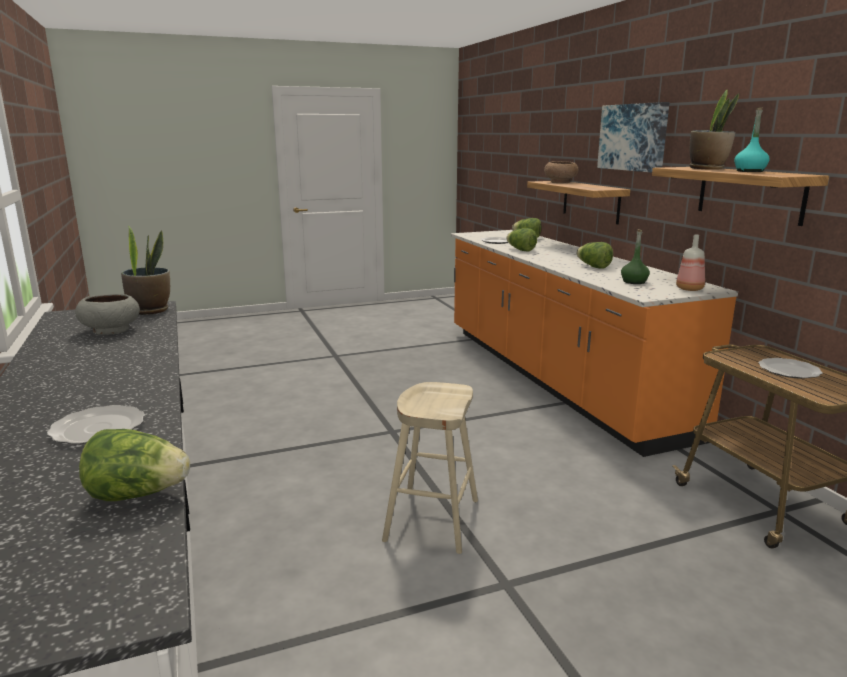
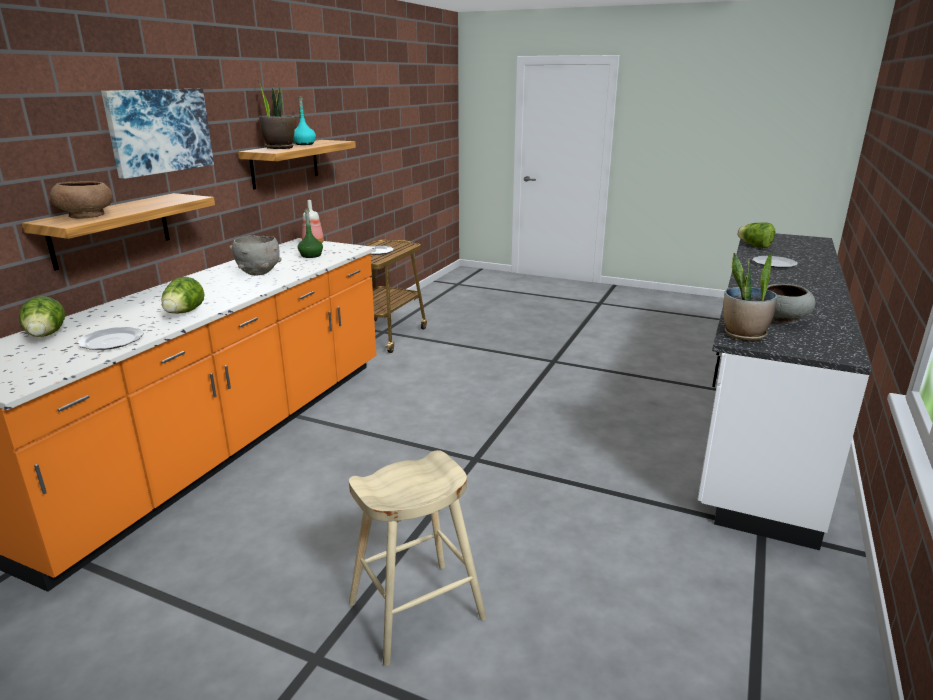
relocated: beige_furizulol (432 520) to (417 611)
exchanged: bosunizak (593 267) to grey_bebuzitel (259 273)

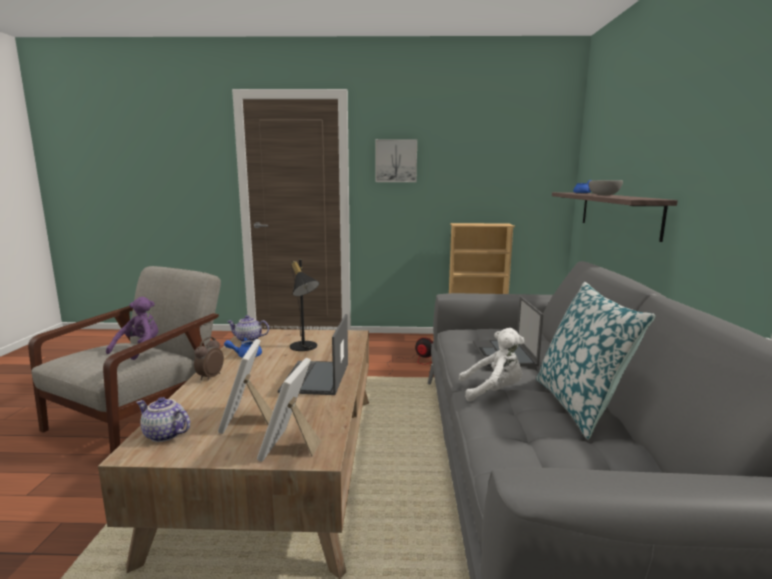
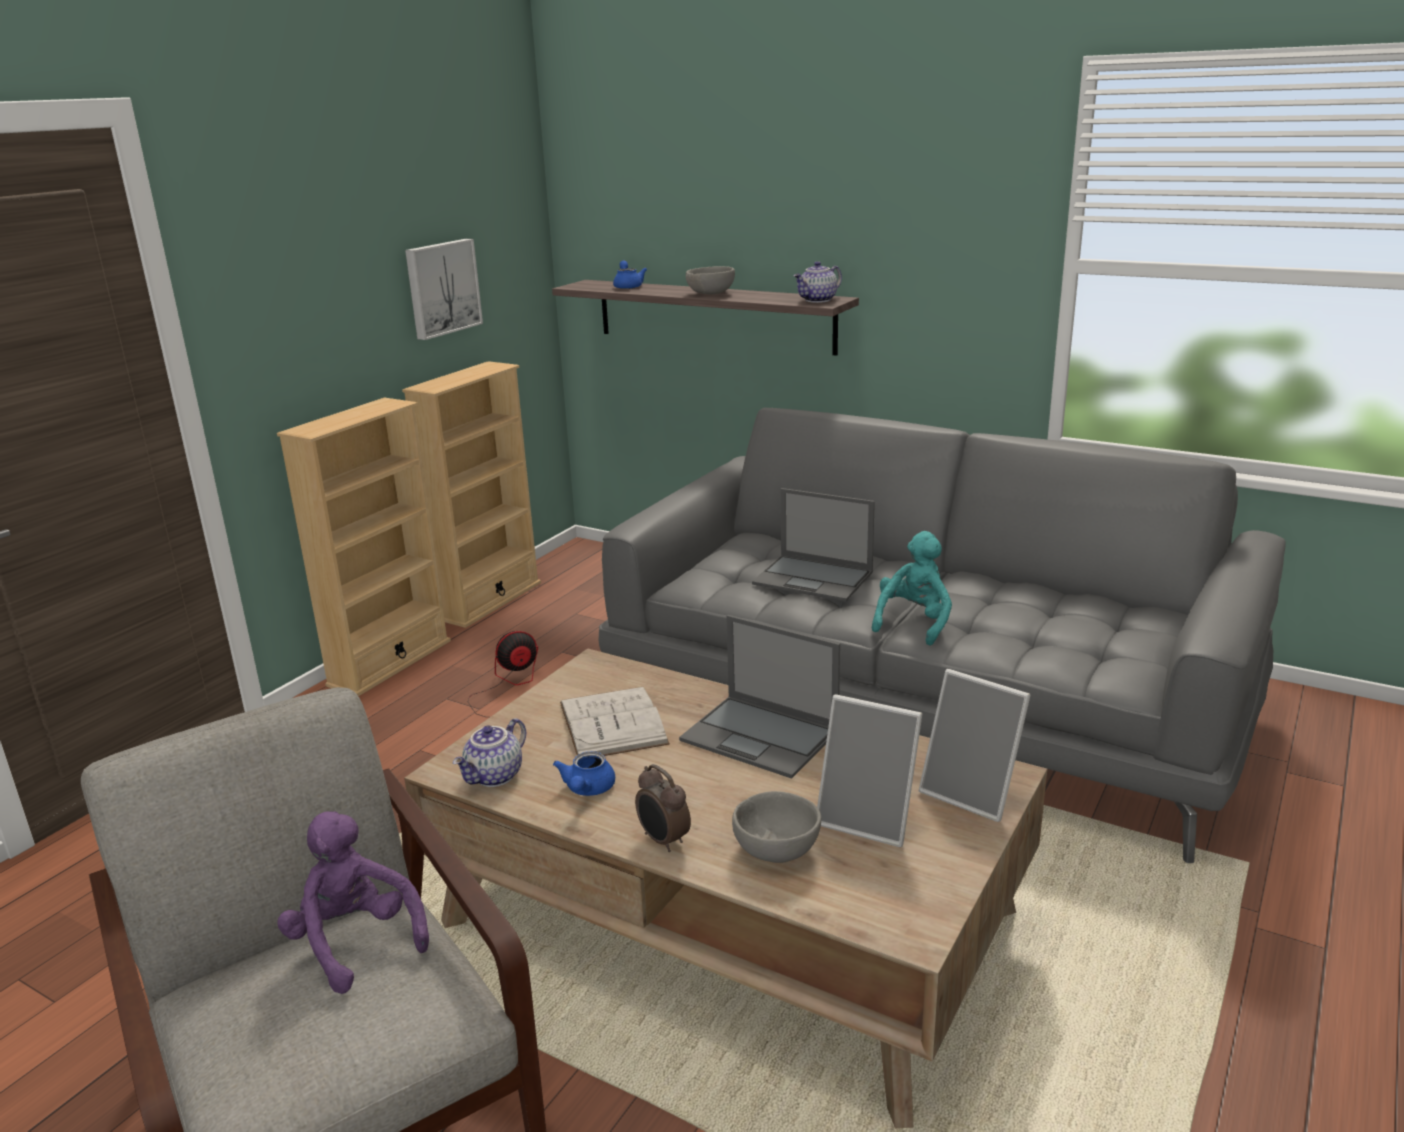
missing: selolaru (580 405)
appeared: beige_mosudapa (390 663); grey_bebuzitel (776 851)
relocated: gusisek (396 161) to (441 288); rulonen (164 435) to (818 300)
exchanged: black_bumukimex (305 348) to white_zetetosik (612 723)
colour: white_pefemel (493 391) to turquoise_pefemel (914 622)

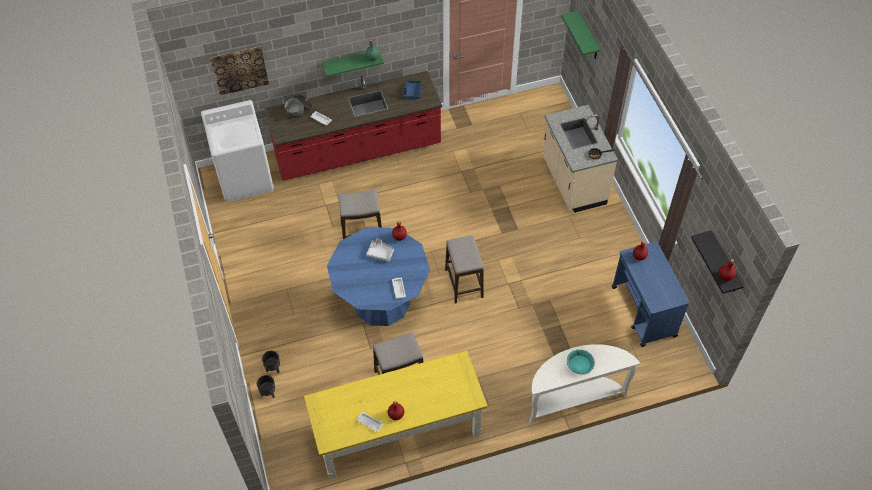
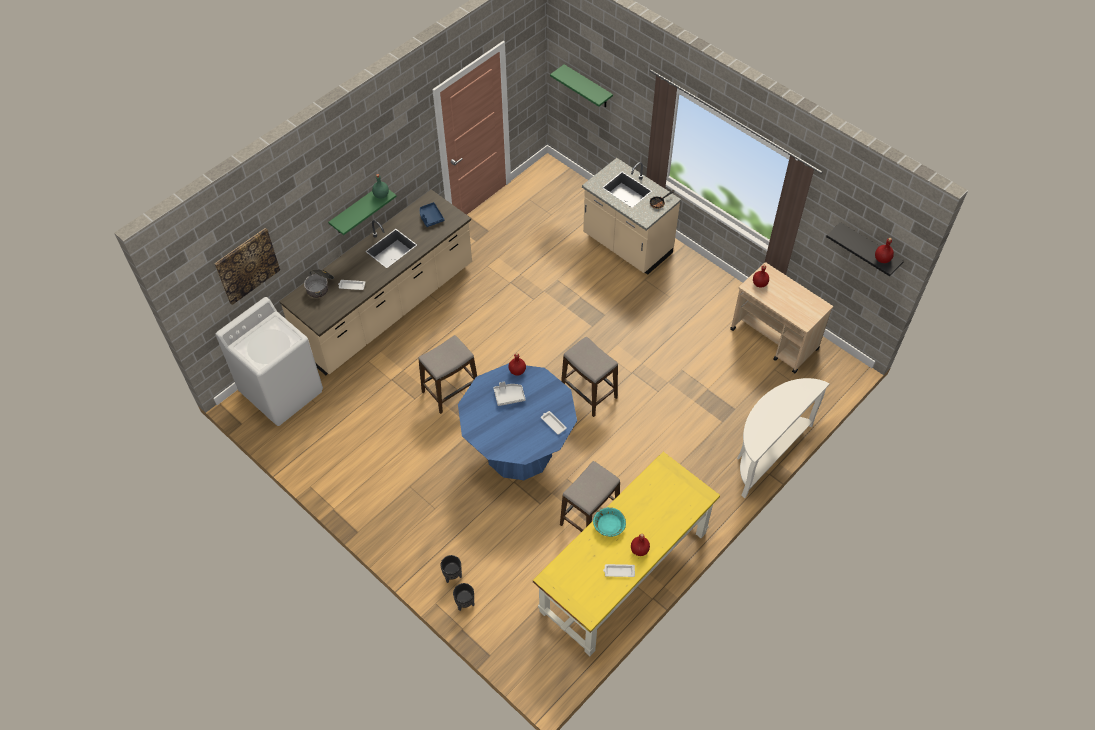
relocated: turquoise_bebuzitel (580 365) to (609 525)
colour: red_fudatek (358 151) to beige_fudatek (387 308); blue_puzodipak (643 312) to beige_puzodipak (774 340)

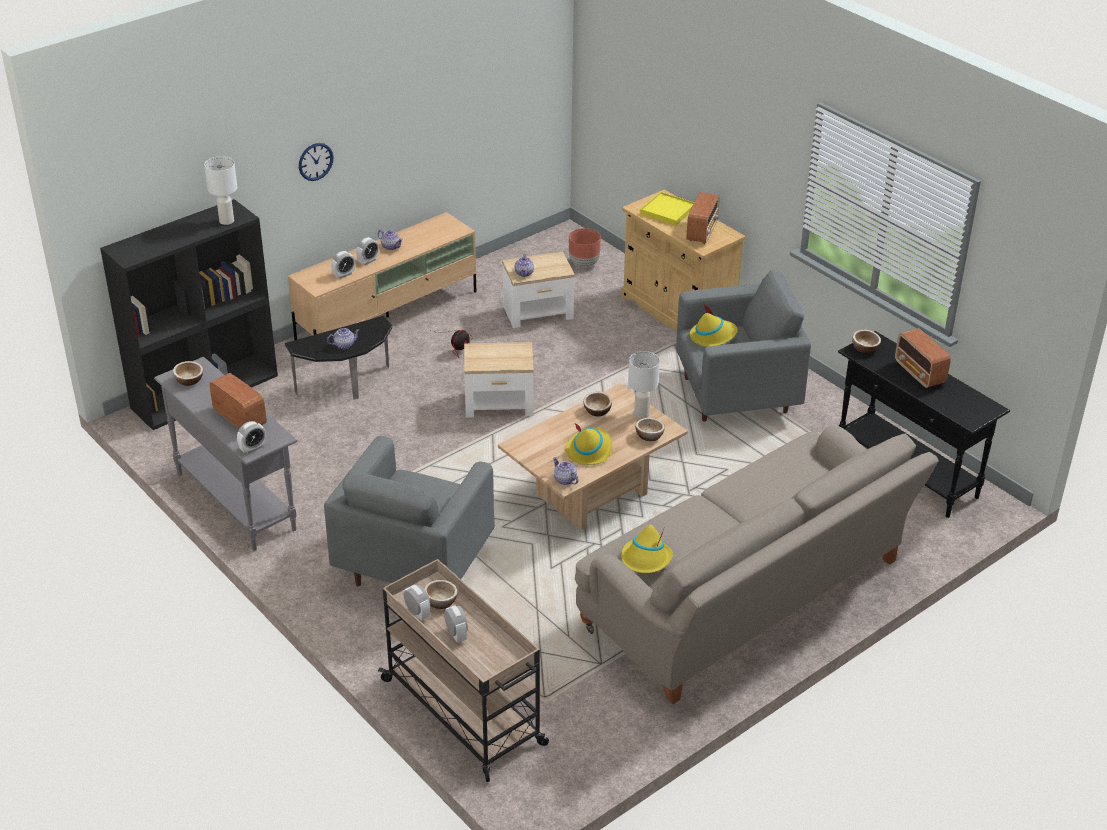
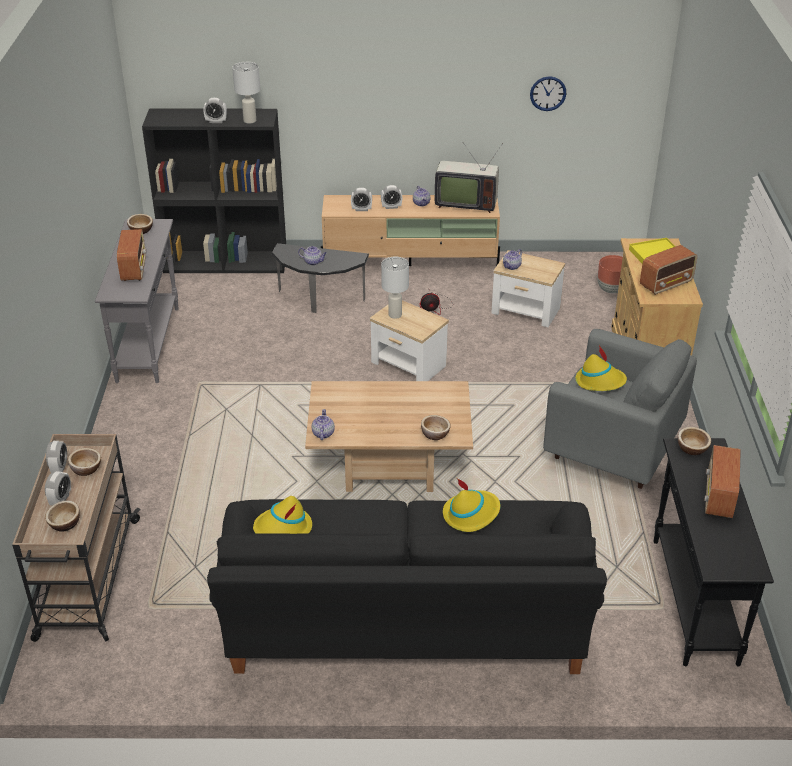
missing: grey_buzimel (414 565)
appeared: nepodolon (465 203)
relocated: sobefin (315 161) to (548 93); white_bumukimex (642 414) to (395 315); bebuzitel (597 411) to (65 523); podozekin (253 448) to (216 121); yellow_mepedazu (589 450) to (471 514)
colour: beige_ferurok (748 599) to black_ferurok (406 626)

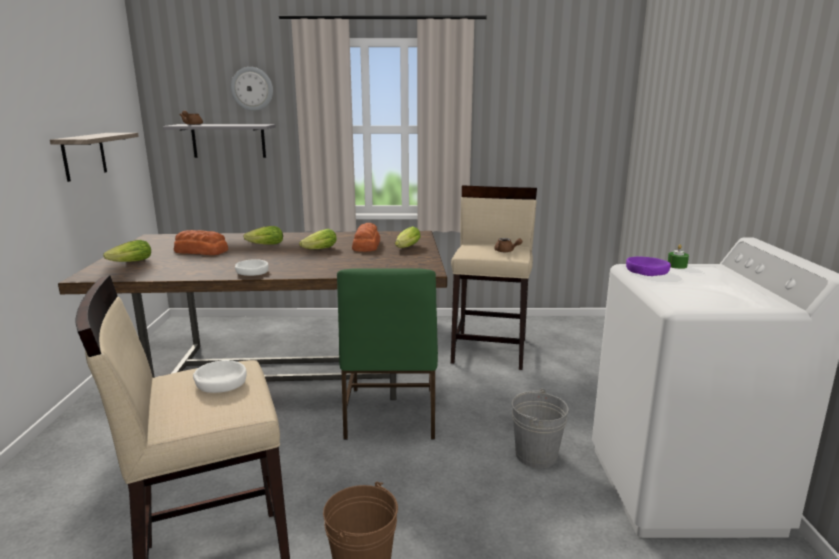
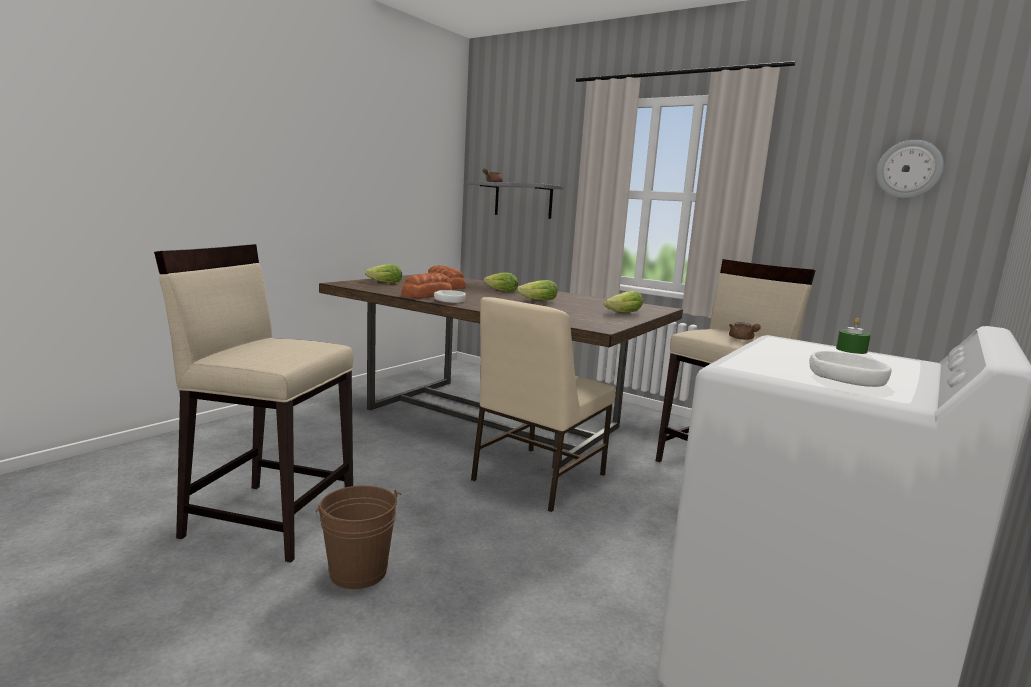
missing: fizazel (84 156); purple_bebuzitel (647 272); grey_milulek (536 455)
relocated: sobefin (252 89) to (909 169); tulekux (366 245) to (426 295); white_bebuzitel (221 383) to (846 379)
colour: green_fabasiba (390 414) to beige_fabasiba (537 477)

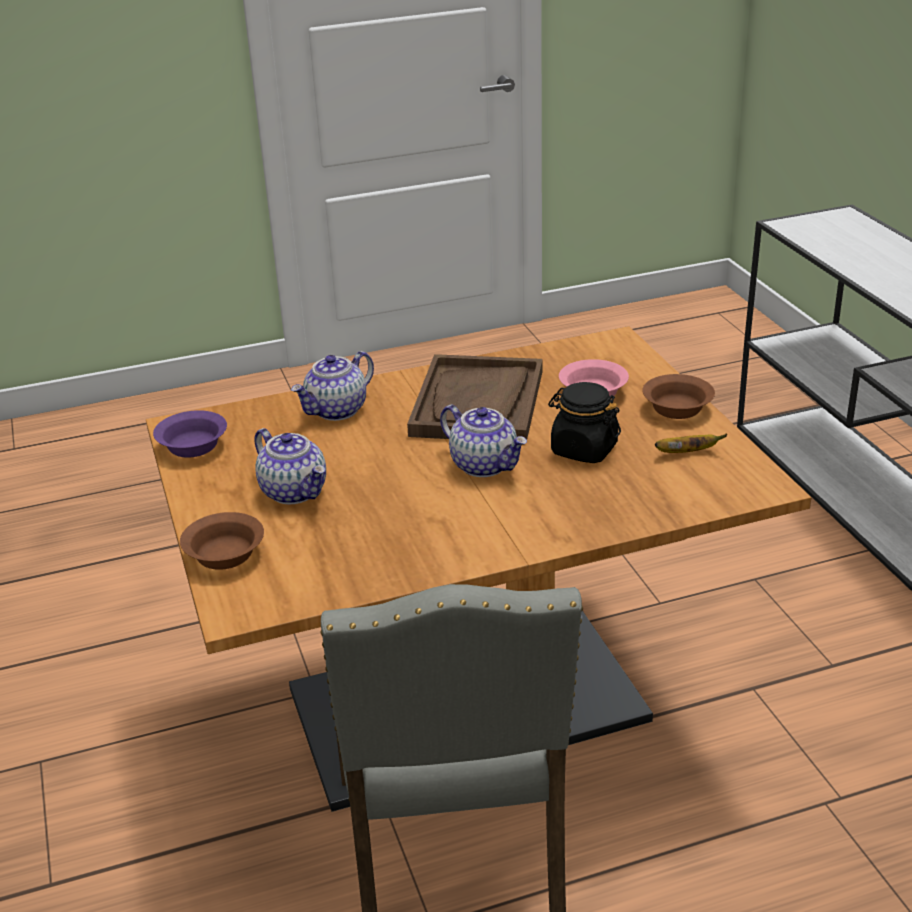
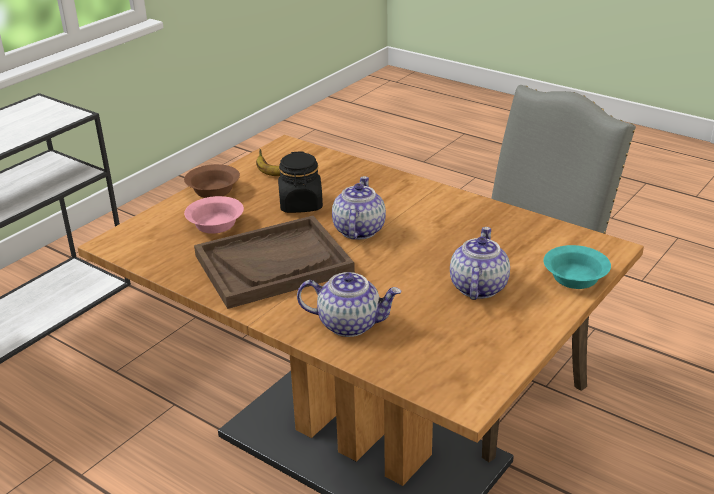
missing: purple_bebuzitel (194 445)
colour: brown_bebuzitel (226 556) to turquoise_bebuzitel (575 277)

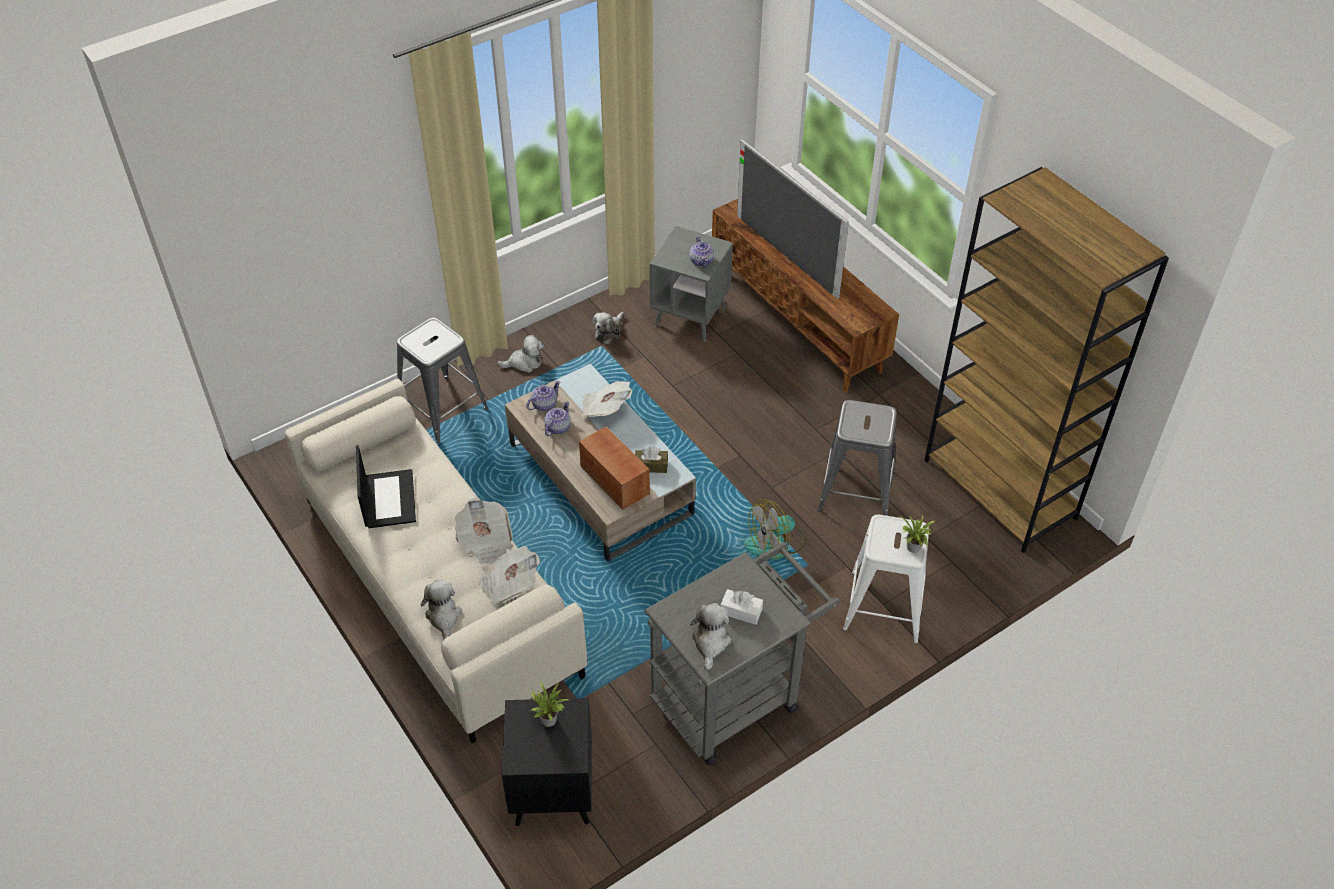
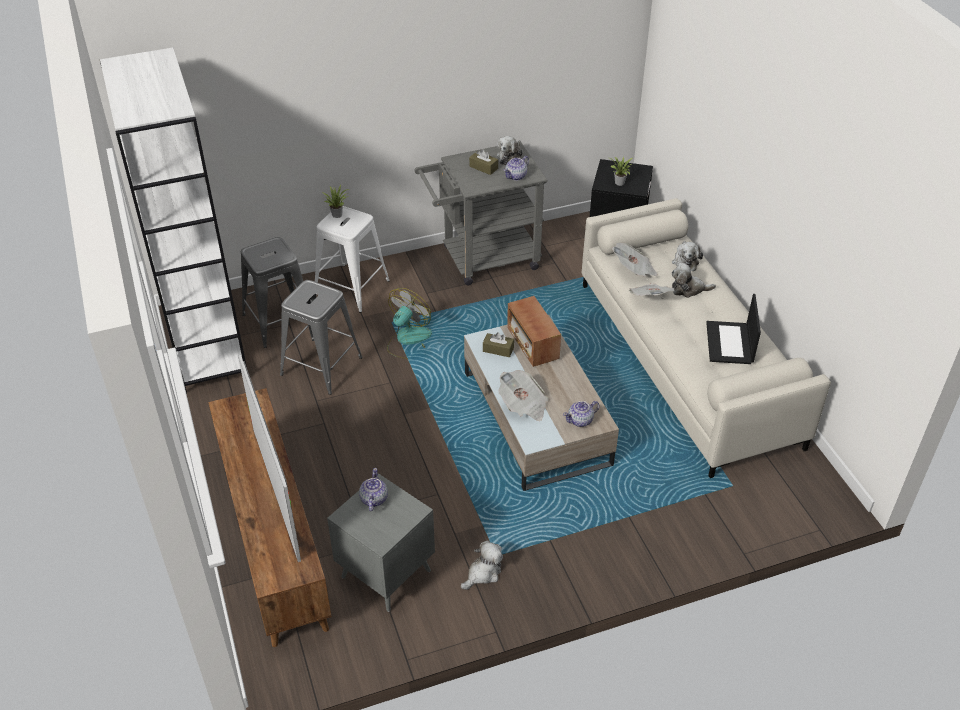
relocated: grey_furizulol (442 410) to (280 321); pefemel (524 363) to (688 289); rulonen (557 427) to (516 176)
colour: brown_mosudapa (1000 490) to white_mosudapa (205 344); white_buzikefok (741 611) to brown_buzikefok (483 167)
spun: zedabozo (775 544) = (408 341) 45 degrees counterclockwise

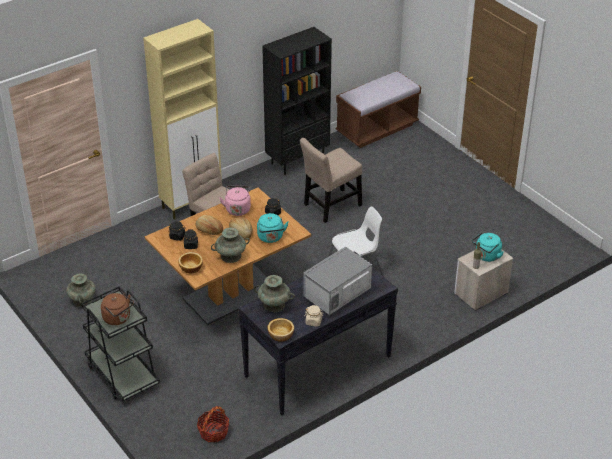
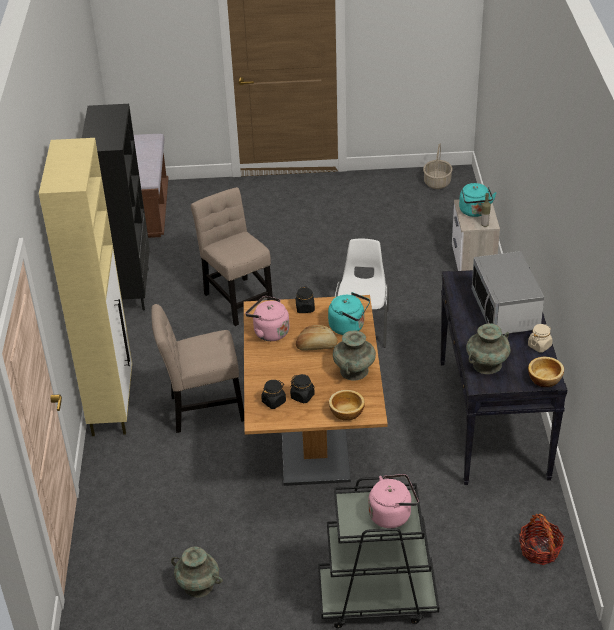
missing: tulekux (209 230)
appeared: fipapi (437 182)
colour: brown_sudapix (118 318) to pink_sudapix (392 514)
spun: beige_fabasiba (330 206) = (237 299) 150 degrees clockwise

